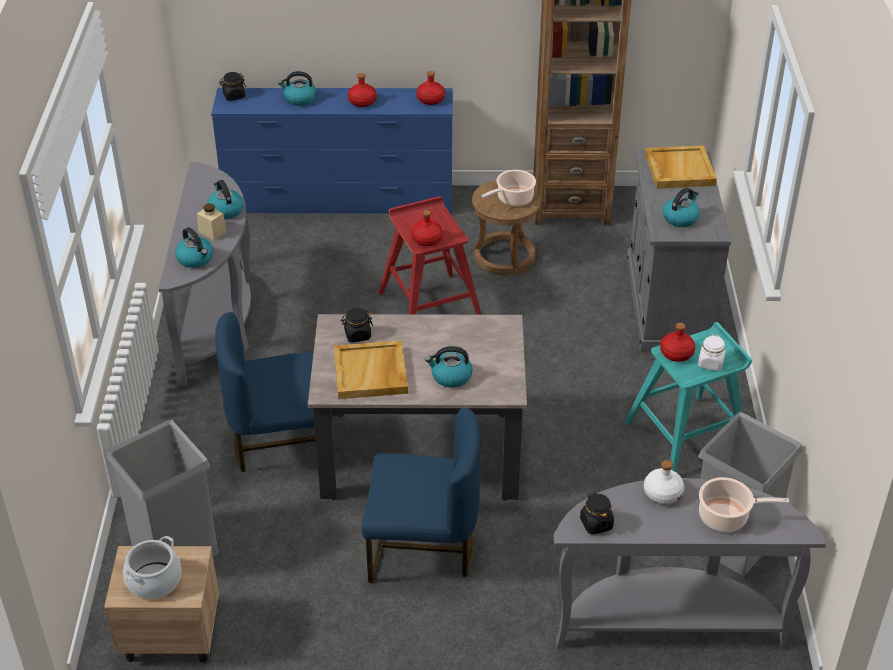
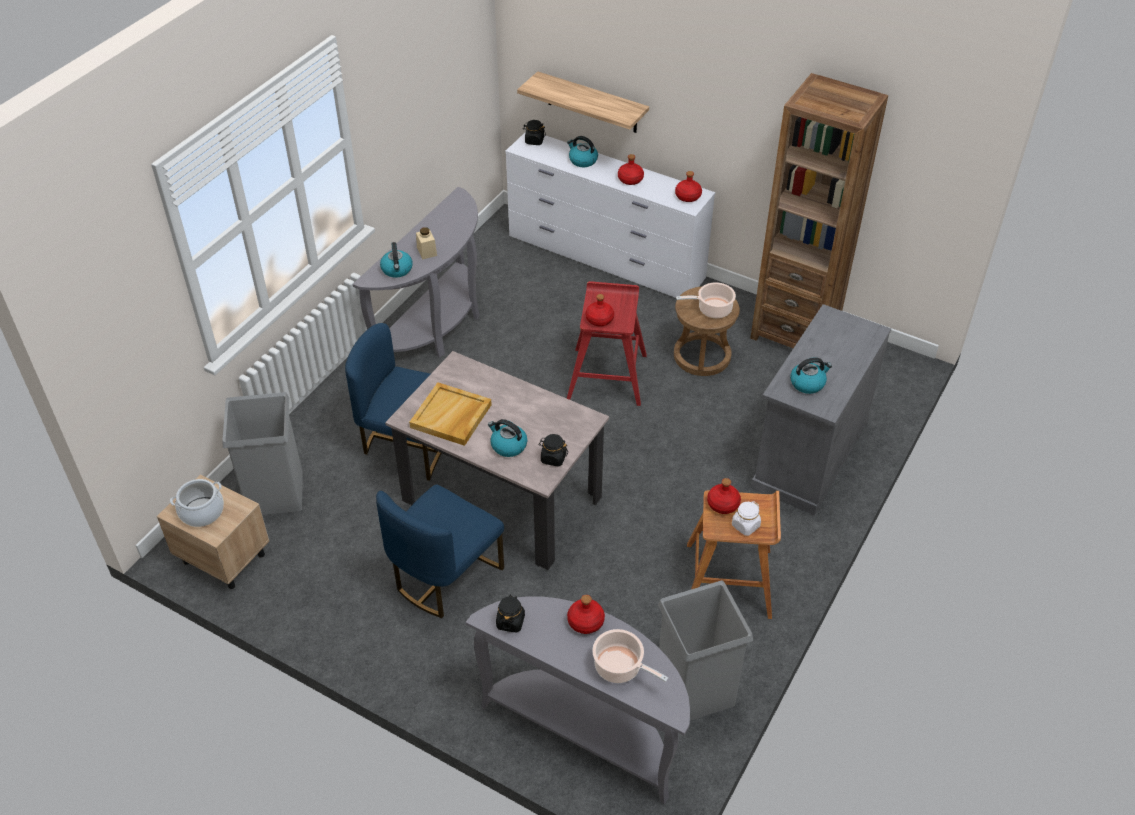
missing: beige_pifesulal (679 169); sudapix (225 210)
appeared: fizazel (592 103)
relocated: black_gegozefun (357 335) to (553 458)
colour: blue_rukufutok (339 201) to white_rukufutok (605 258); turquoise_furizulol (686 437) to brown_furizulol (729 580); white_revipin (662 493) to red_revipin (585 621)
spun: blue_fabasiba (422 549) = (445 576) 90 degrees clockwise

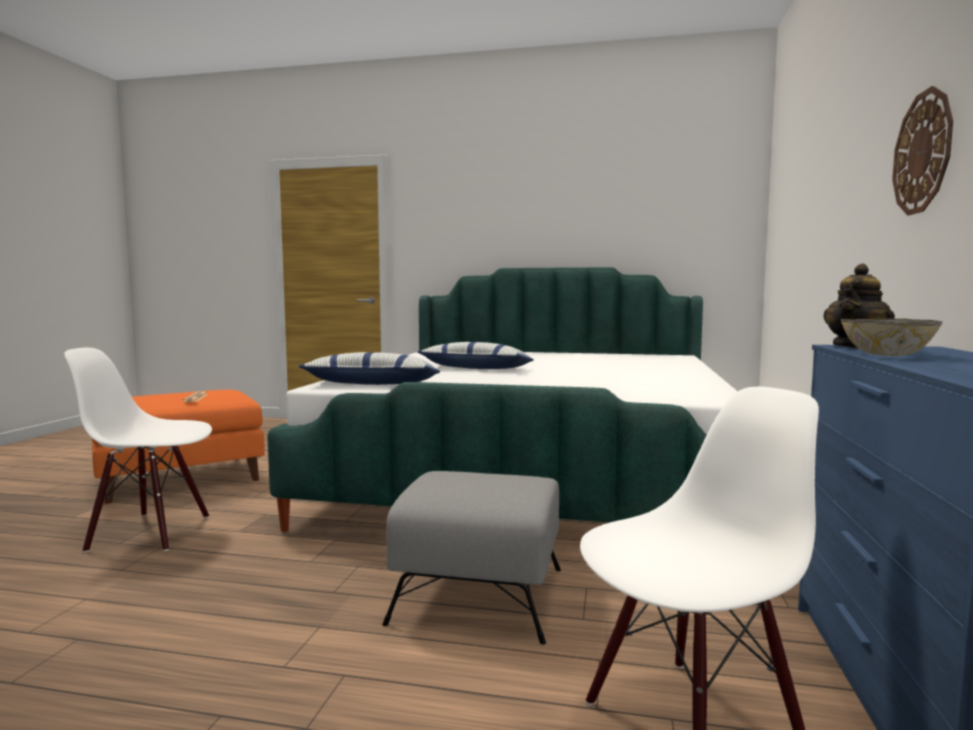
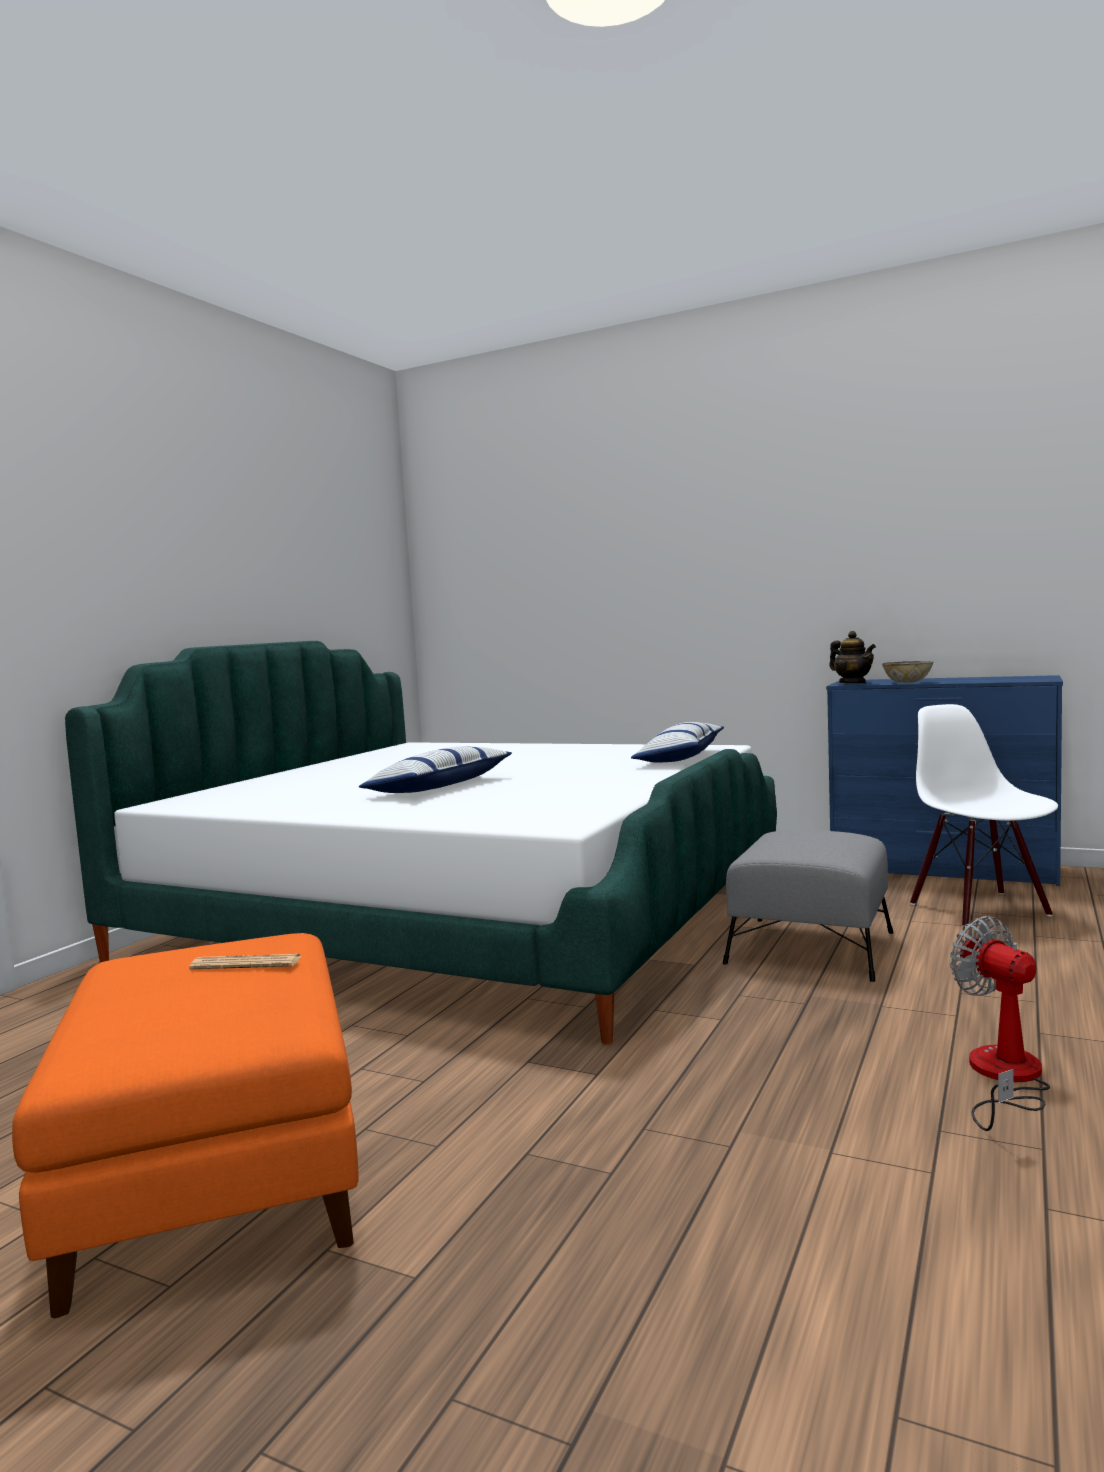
missing: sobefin (923 152); white_fabasiba (151 532)
appeared: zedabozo (1003 1078)
relocated: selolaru (372 384) to (680 758)

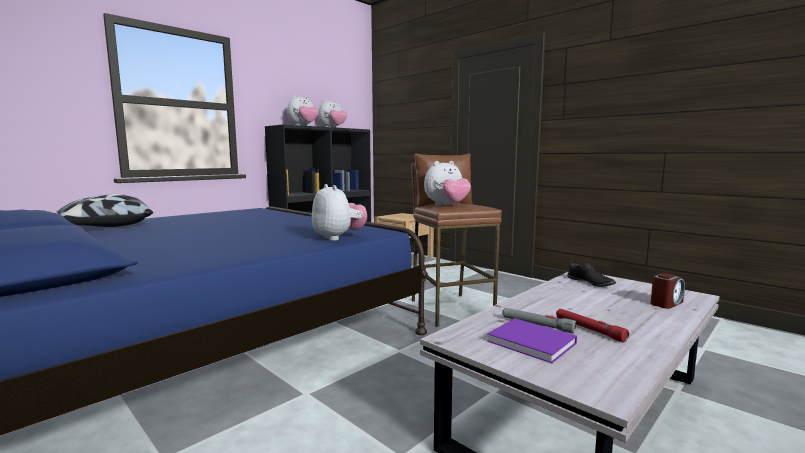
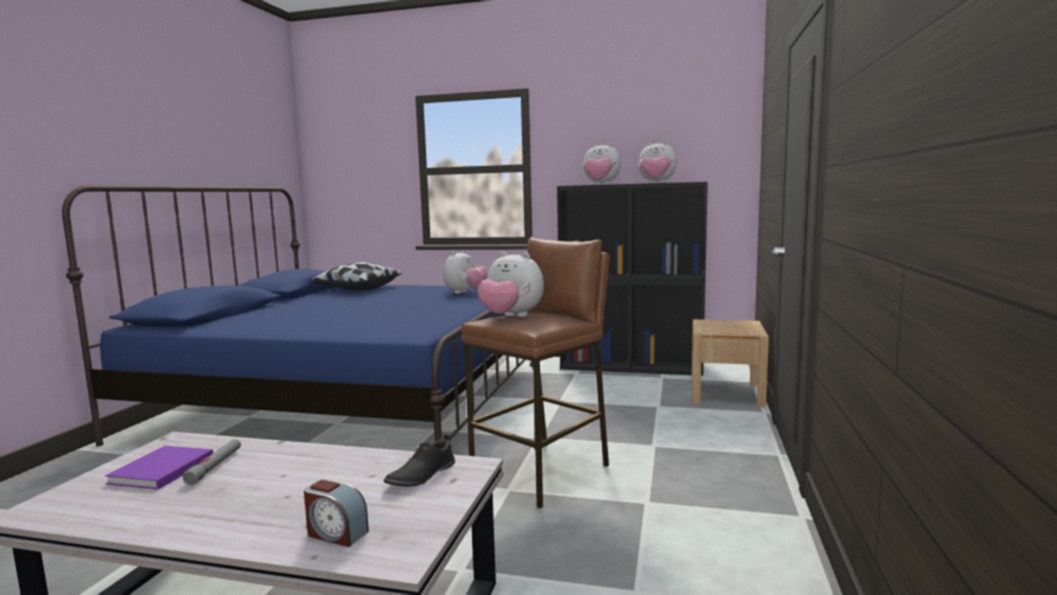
missing: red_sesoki (588 329)
relocated: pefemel (338 238) to (465 292)

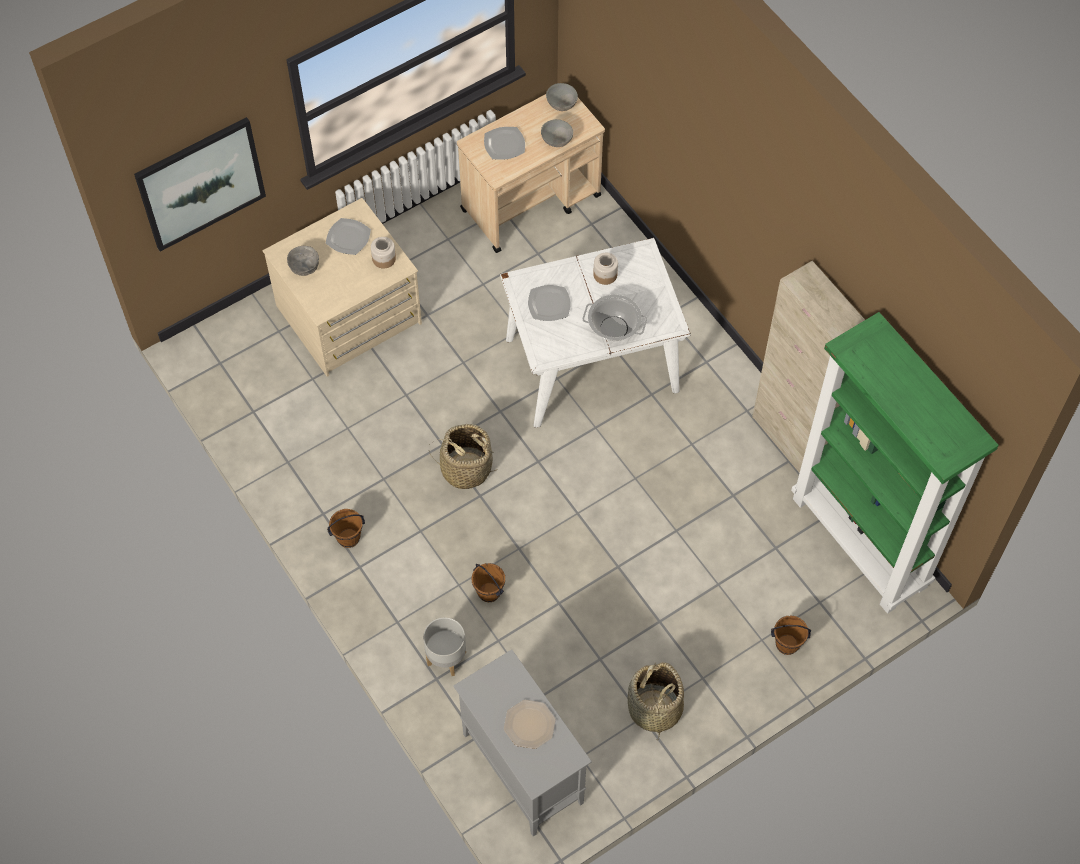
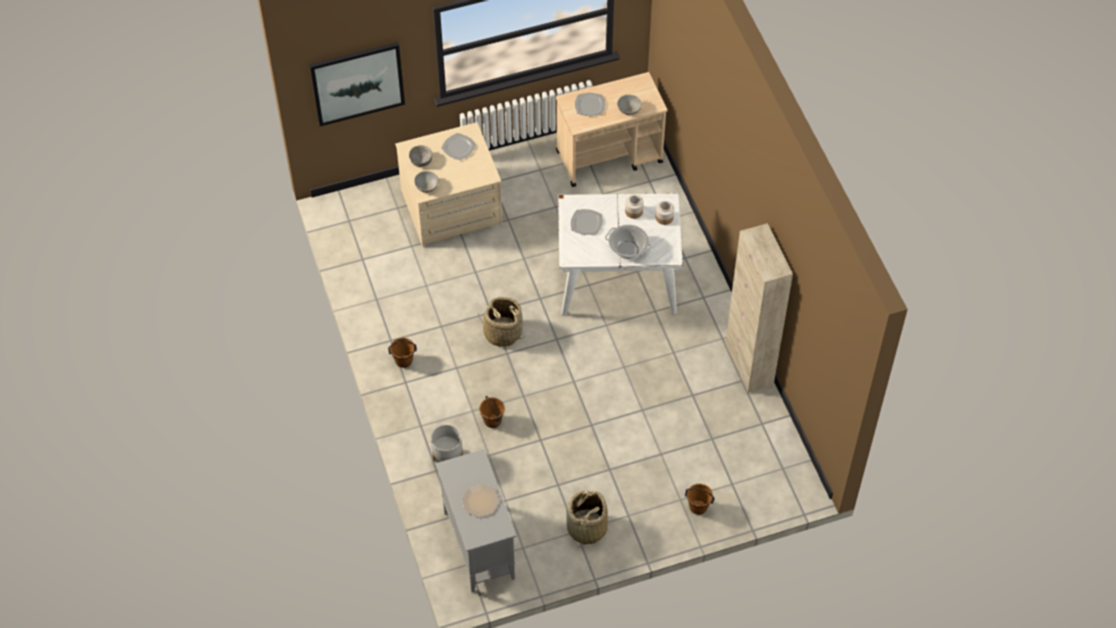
missing: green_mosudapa (861 543)
relocated: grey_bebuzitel (562 104) to (427 187); gegozefun (383 259) to (664 217)

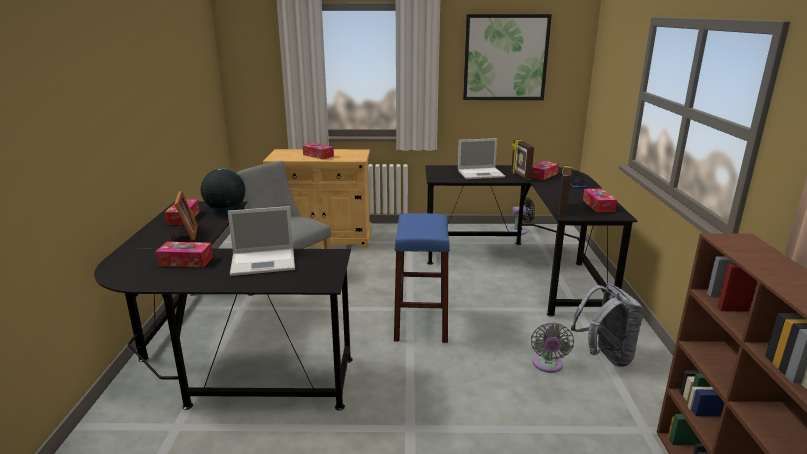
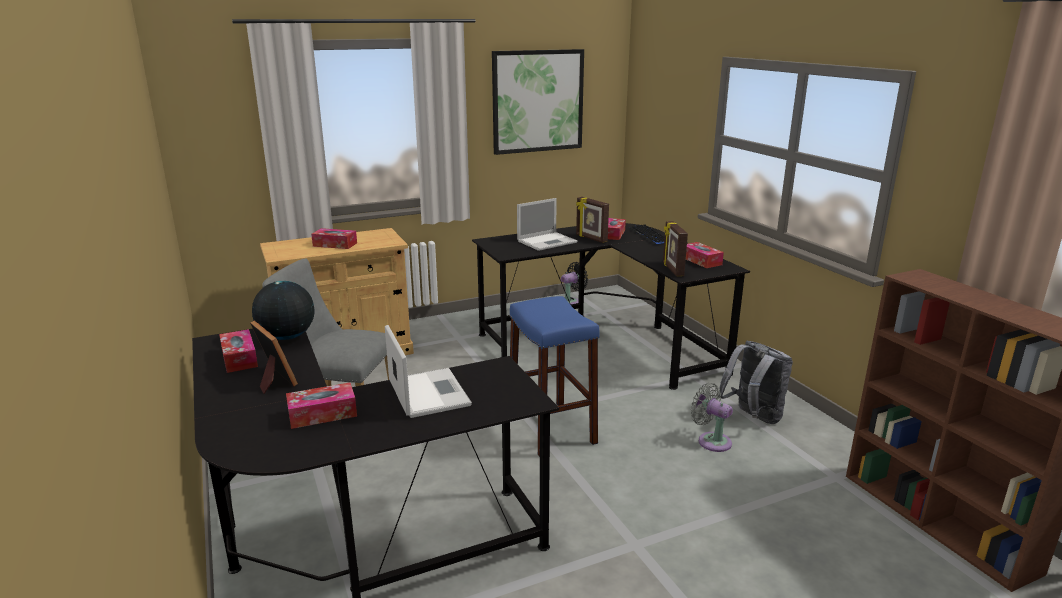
spun: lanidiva (264 262) = (428 392) 75 degrees counterclockwise; grey_zedabozo (547 365) = (711 441) 150 degrees clockwise

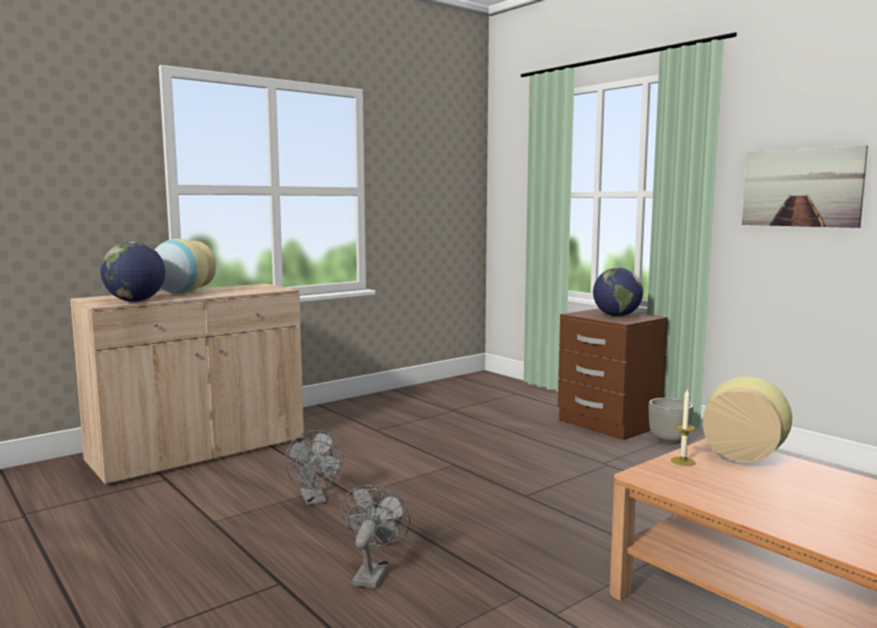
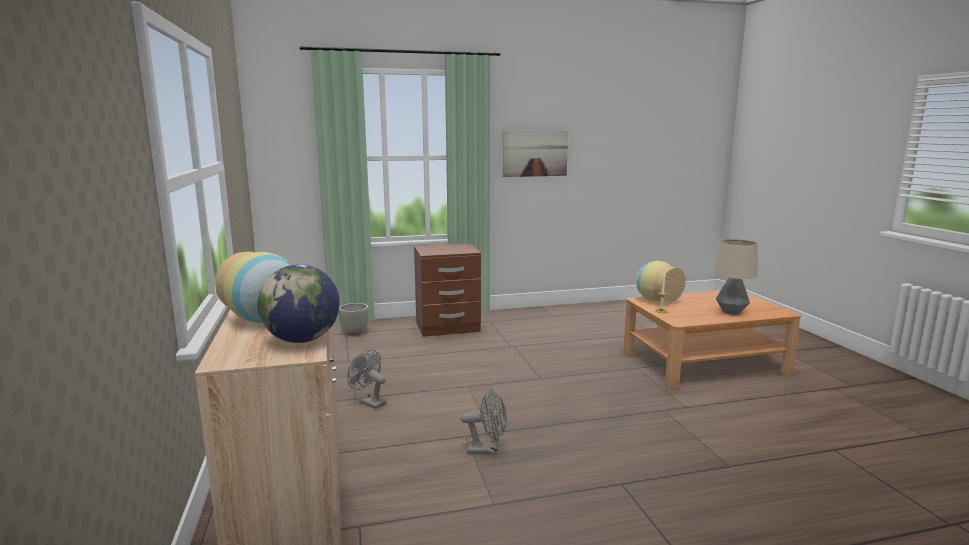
missing: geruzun (616 316)
appeared: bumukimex (731 312)
relocated: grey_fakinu (669 441) to (354 332); grey_zedabozo (372 573) to (369 402)

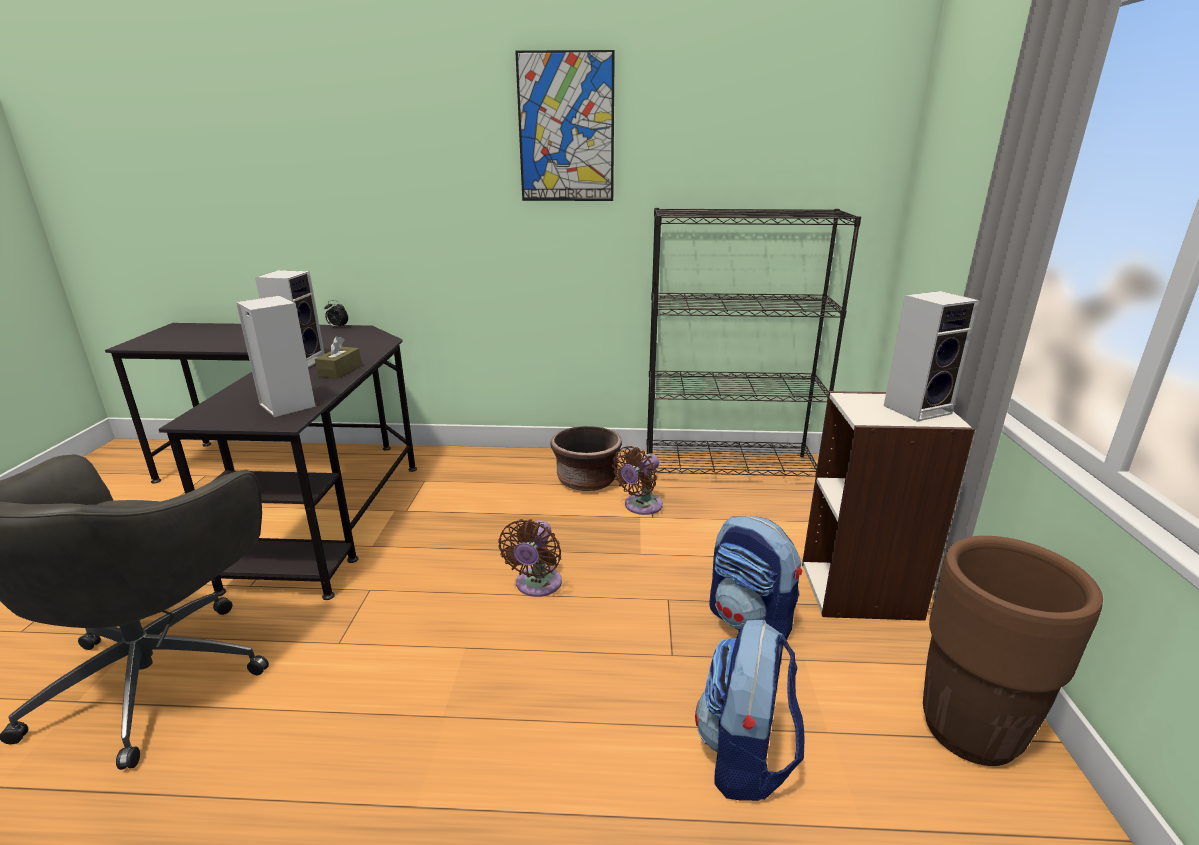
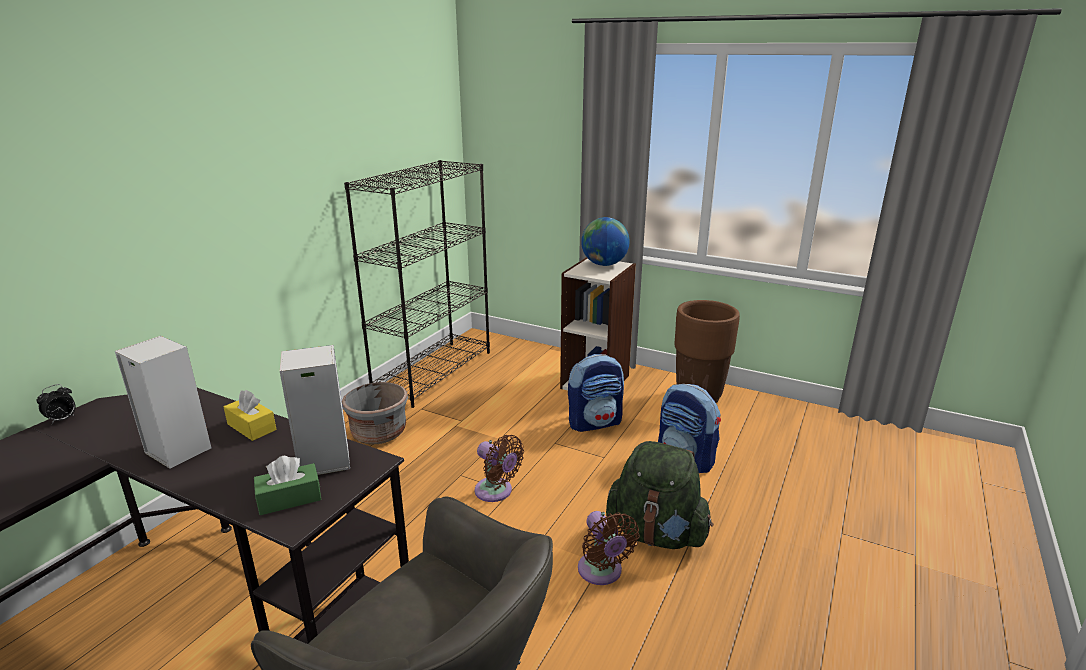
missing: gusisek (566 128)
appeared: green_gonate (656 534); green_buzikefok (289 499)
relocated: brown_zedabozo (640 506) to (602 572)
exchanged: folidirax (918 409) to geruzun (604 264)
colour: brown_buzikefok (340 370) to yellow_buzikefok (251 427); brown_fakinu (586 480) to grey_fakinu (379 433)

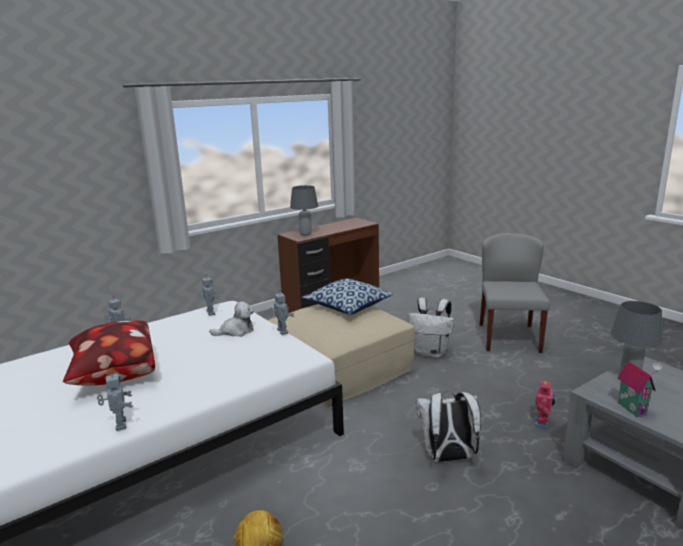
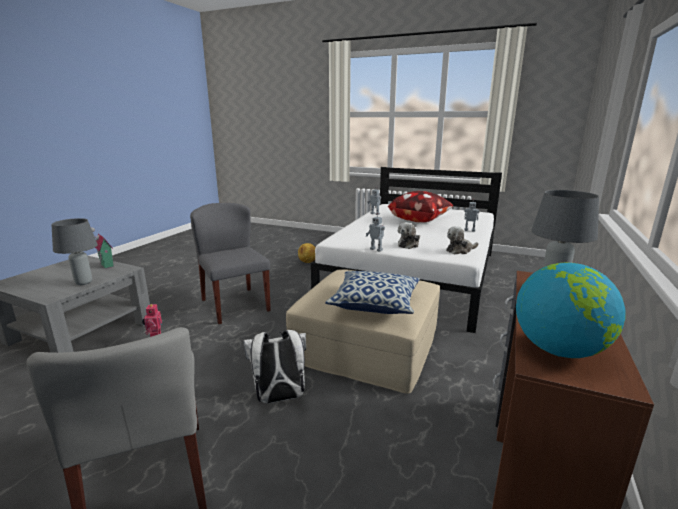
appeared: geruzun (559 350)
exchanged: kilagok (209 313) to pefemel (460 250); white_gonate (448 458) to grey_fabasiba (235 305)

